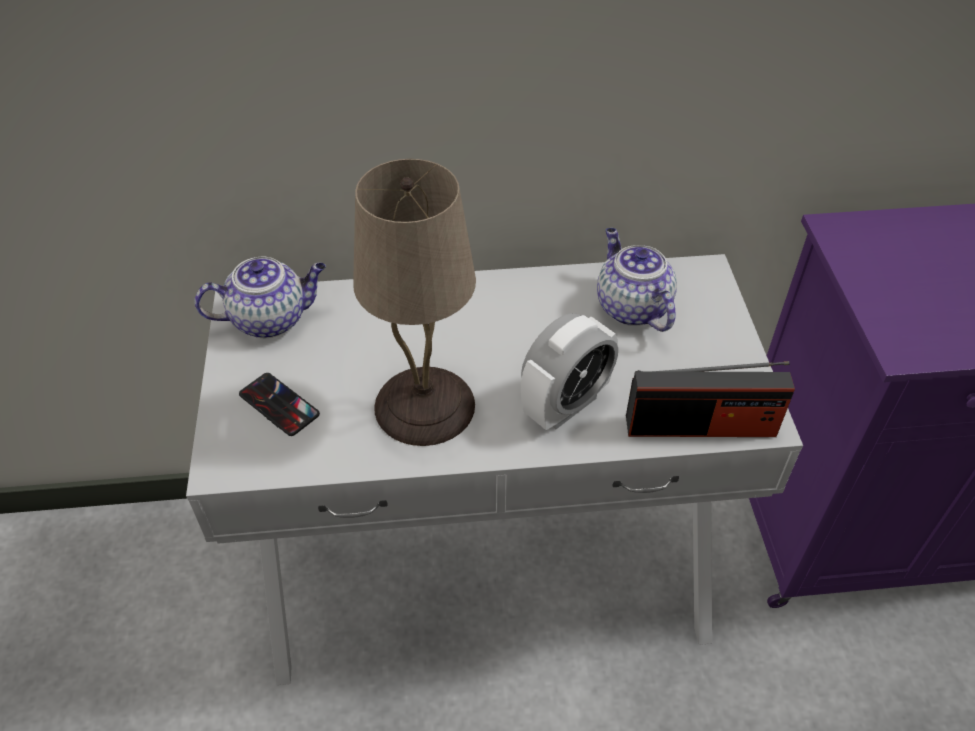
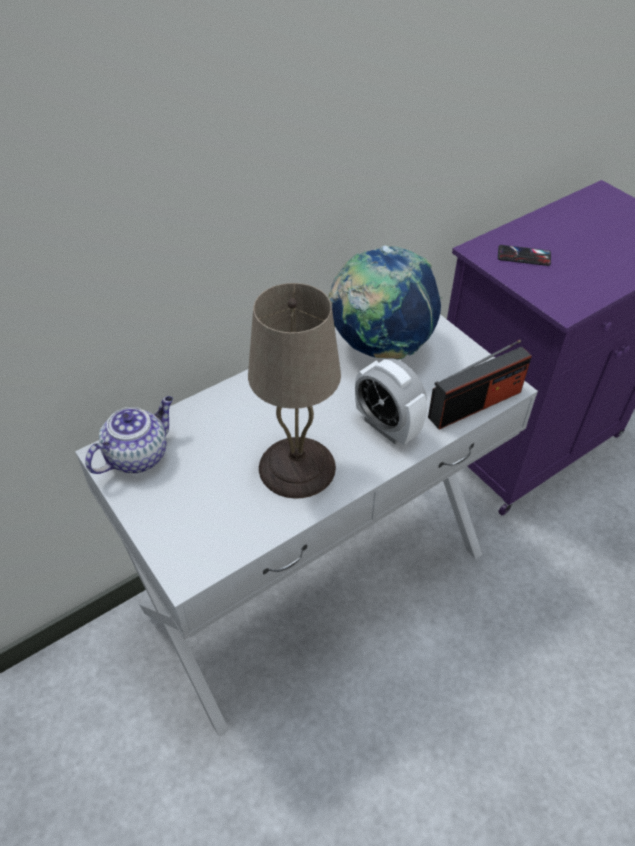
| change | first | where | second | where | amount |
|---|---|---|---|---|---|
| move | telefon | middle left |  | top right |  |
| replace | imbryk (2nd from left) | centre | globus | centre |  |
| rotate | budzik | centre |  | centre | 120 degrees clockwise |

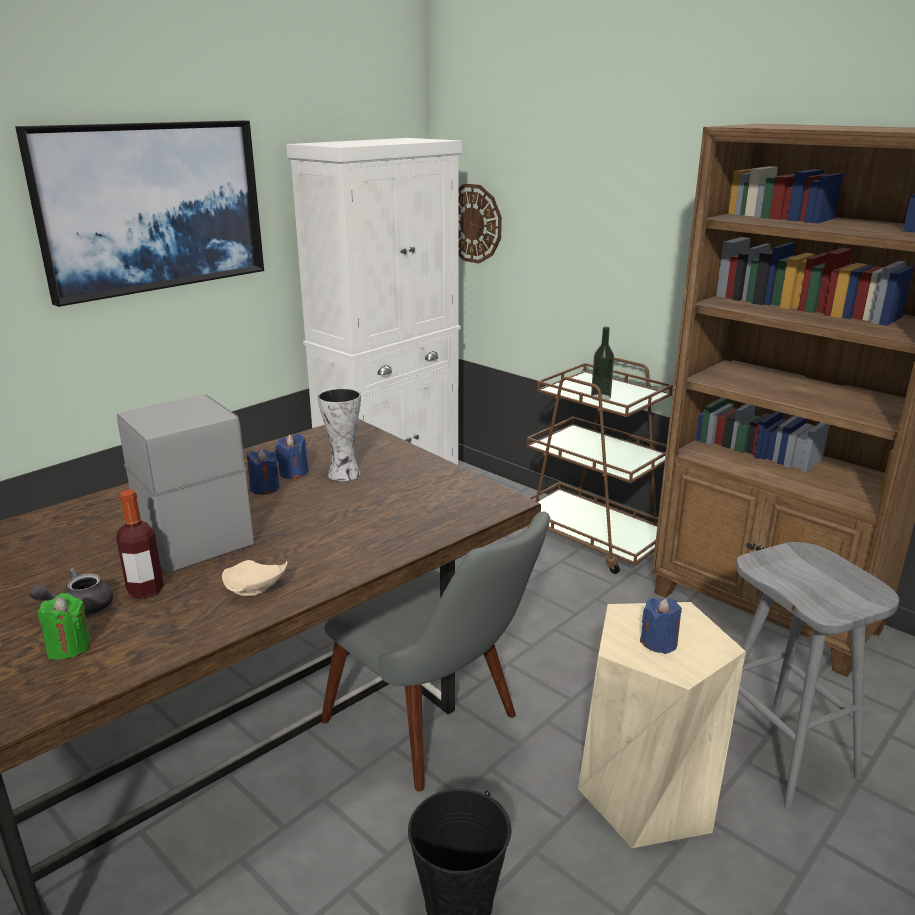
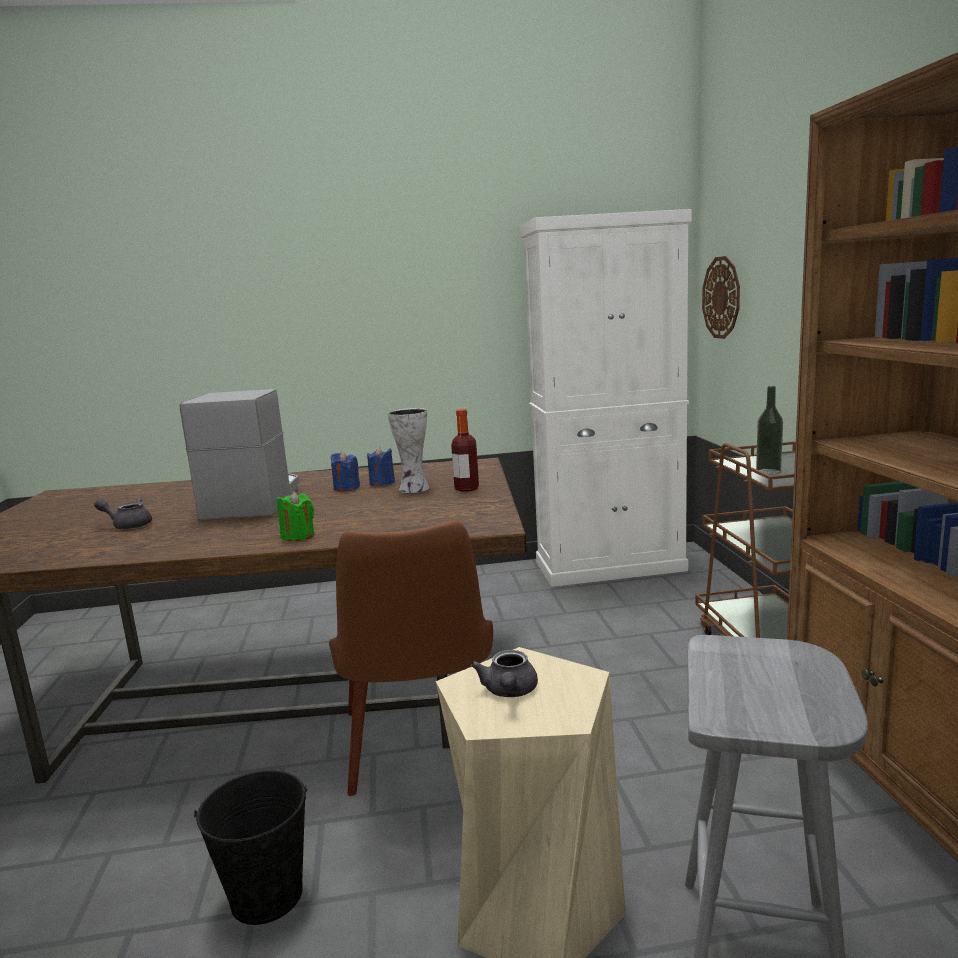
| change | first | where | second | where | amount |
|---|---|---|---|---|---|
| delete | obraz | top left |  |  |  |
| delete | talerz/beżowy | middle left |  |  |  |
| move | świeca/zielony | bottom left |  | middle left |  |
| move | butelka (1st from left) | middle left |  | centre |  |
| replace | świeca/niebieski (3rd from left) | bottom right | imbryk/szary (2nd from left) | bottom centre |  |
| recolor | krzesło/szary | bottom centre | krzesło/brązowy | bottom centre |  |

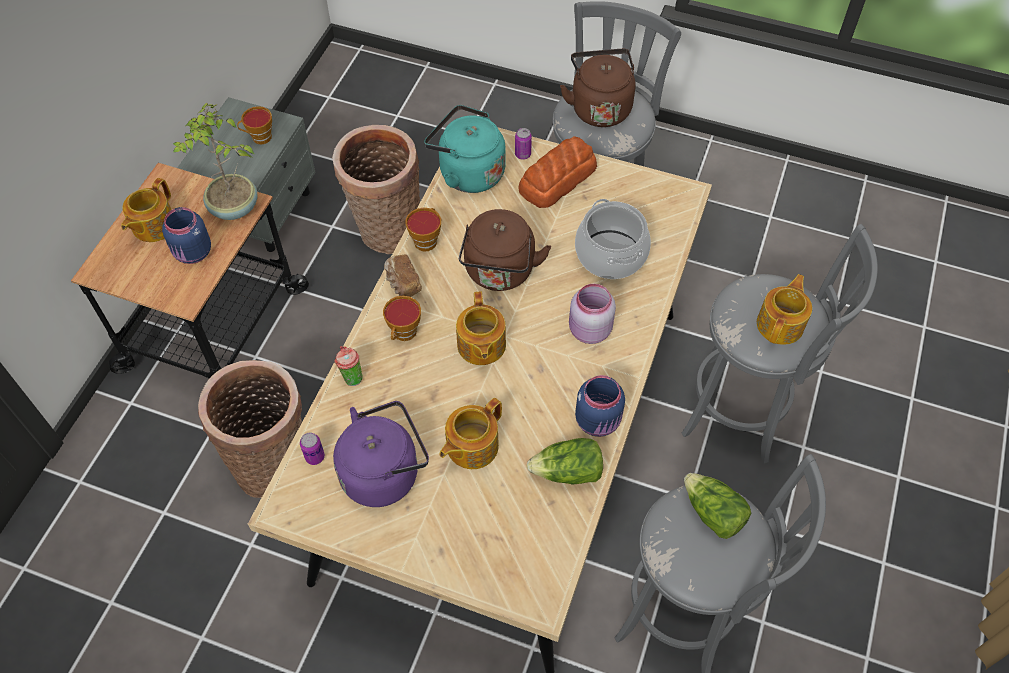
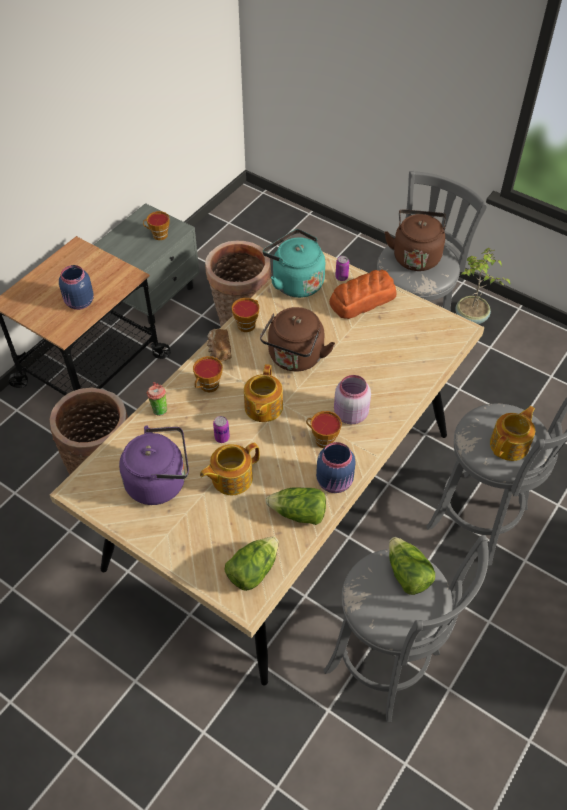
| change | first | where | second | where | amount |
|---|---|---|---|---|---|
| delete | imbryk (1st from left) | top left |  |  |  |
| delete | garnek | centre |  |  |  |
| insert |  |  | sałata (1st from left) | bottom centre |  |
| insert |  |  | filiżanka (5th from left) | centre |  |
| move | roślina doniczkowa | top left |  | middle right |  |
| move | puszka (1st from left) | middle left |  | centre |  |

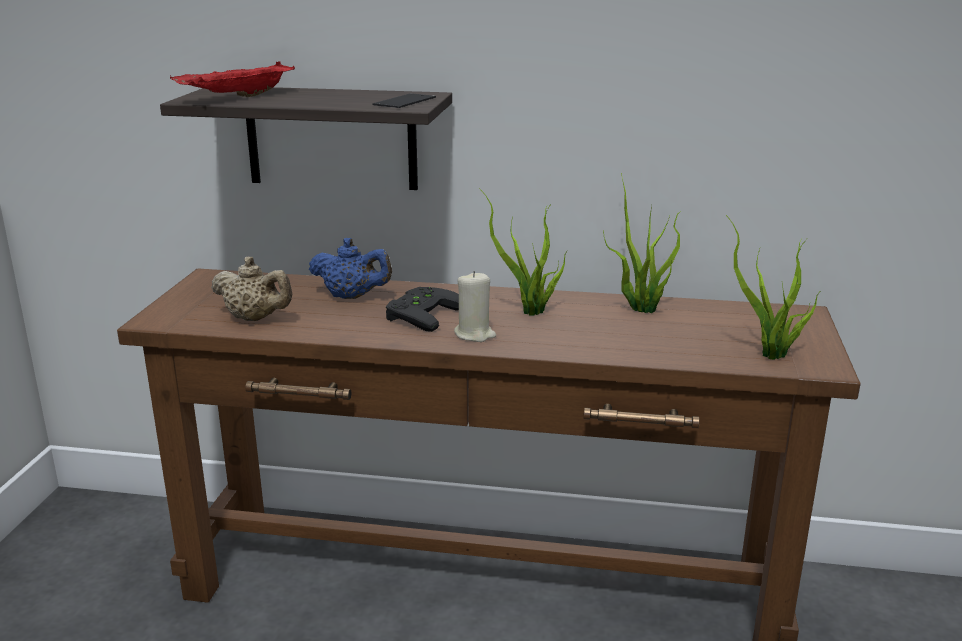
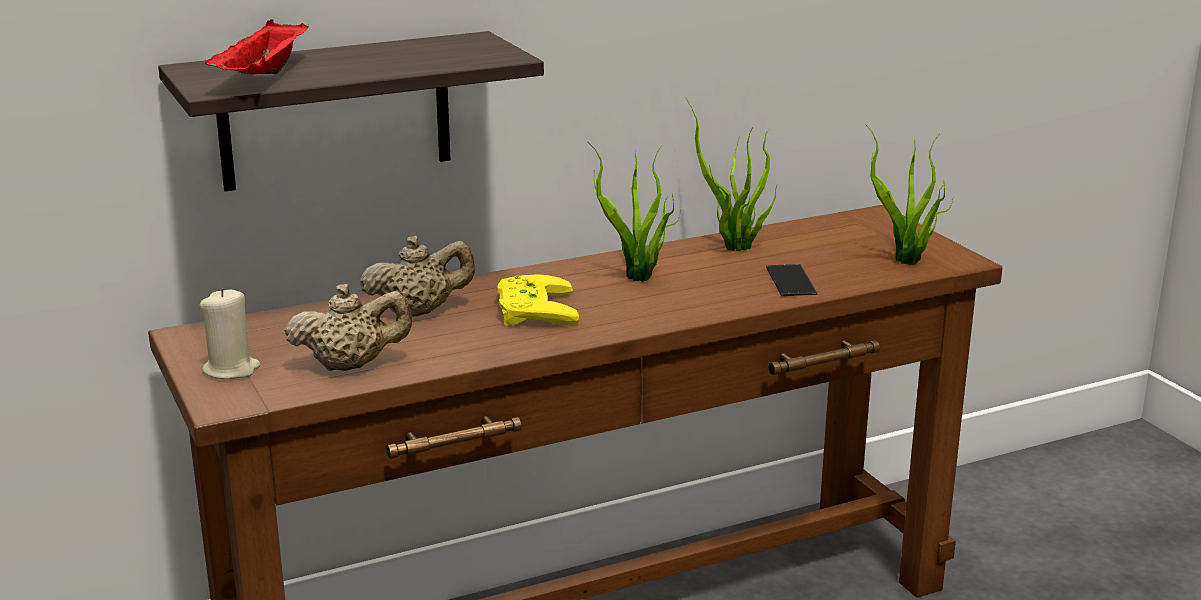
| change | first | where | second | where | amount |
|---|---|---|---|---|---|
| move | telefon | top centre |  | centre |  |
| move | świeca/beżowy | centre |  | middle left |  |
| recolor | imbryk/niebieski | centre | imbryk/beżowy (2nd from left) | centre |  |
| recolor | pad do gier/czarny | centre | pad do gier/żółty | centre |  |

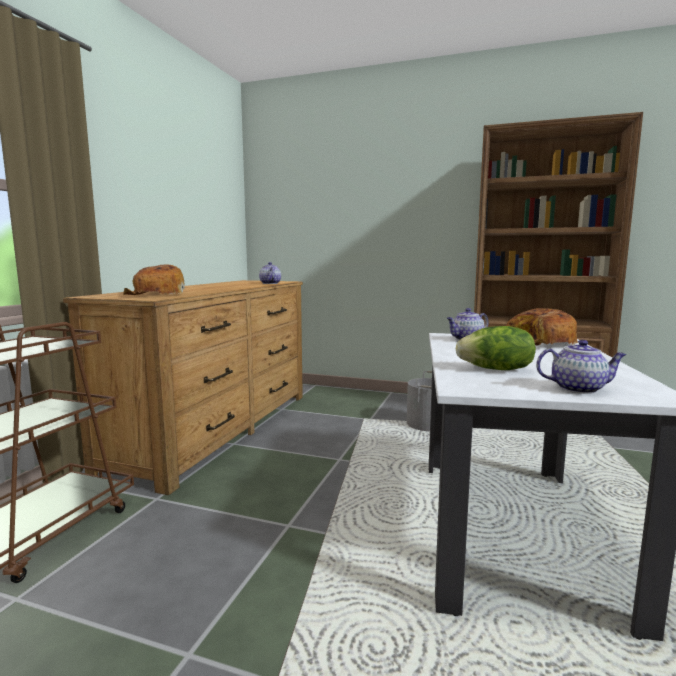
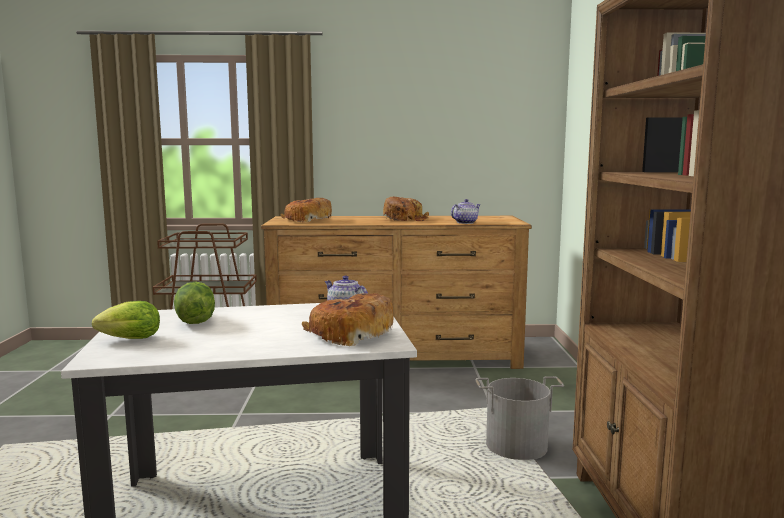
| change | first | where | second | where | amount |
|---|---|---|---|---|---|
| insert |  |  | chleb (3rd from left) | centre |  |
| replace | imbryk (3rd from left) | middle right | sałata (1st from left) | middle left |  |

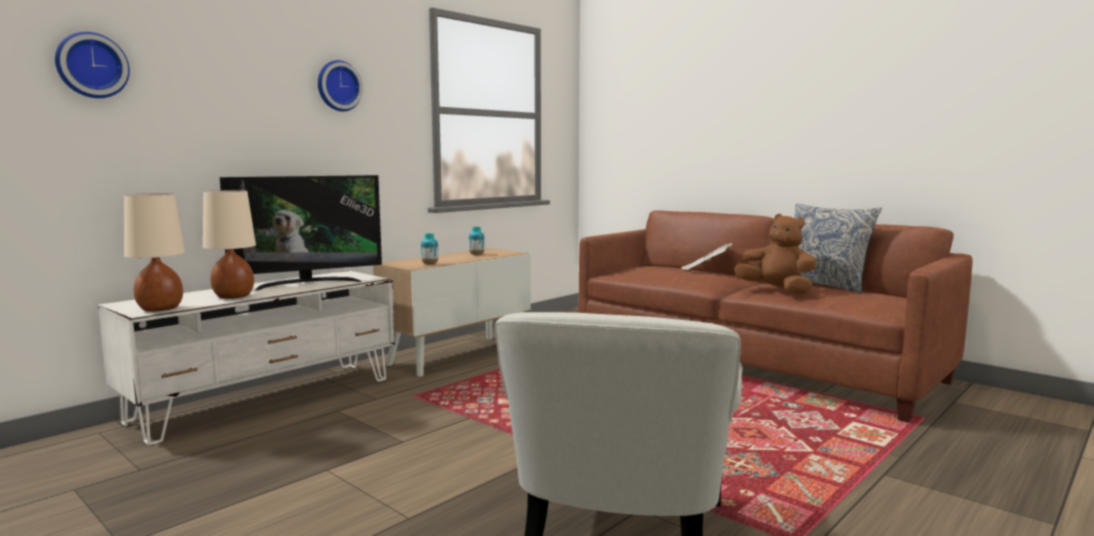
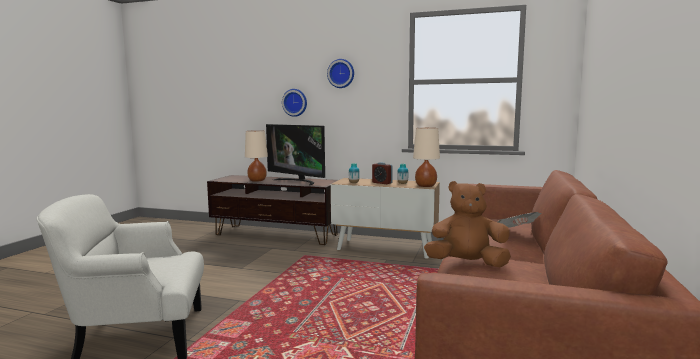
| change | first | where | second | where | amount |
|---|---|---|---|---|---|
| delete | poduszka | middle right |  |  |  |
| insert |  |  | budzik | centre |  |
| move | zegar ścienny (1st from left) | top left |  | top centre |  |
| move | lampa stołowa/beżowy (1st from left in the first image) | middle left | lampa stołowa/beżowy (2nd from left) | centre |  |
| recolor | szafka pod telewizor/biały | middle left | szafka pod telewizor/brązowy | centre |  |
| rotate | pluszak/brązowy | middle right |  | middle right | 105 degrees counterclockwise |

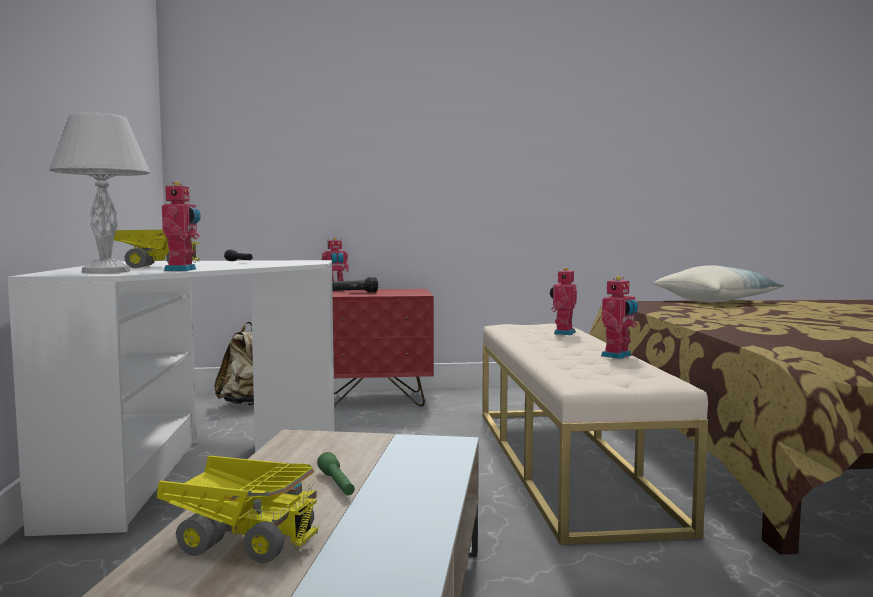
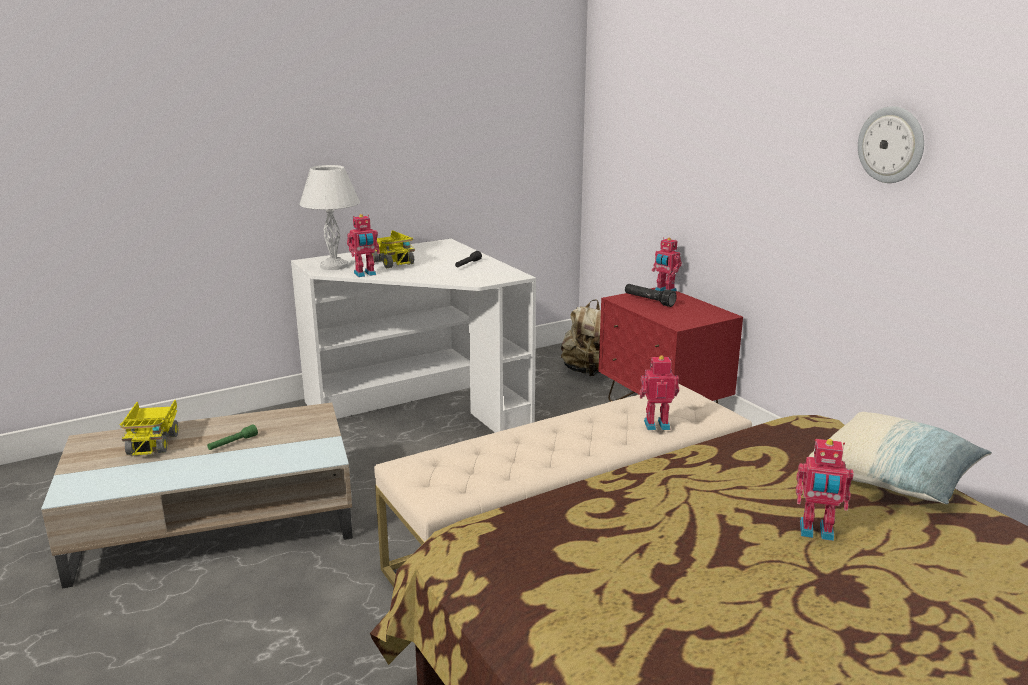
| change | first | where | second | where | amount |
|---|---|---|---|---|---|
| insert |  |  | zegar ścienny | top right |  |
| move | robot zabawkowy (4th from left) | middle right |  | bottom right |  |

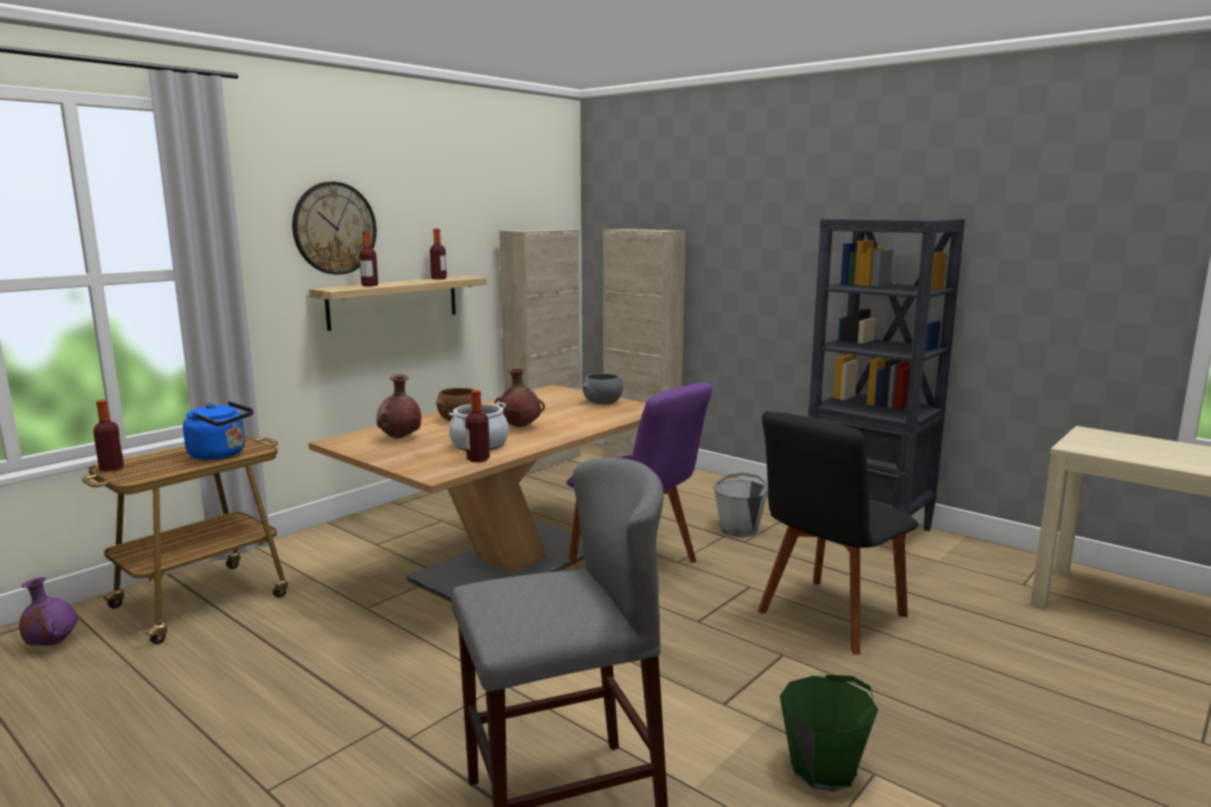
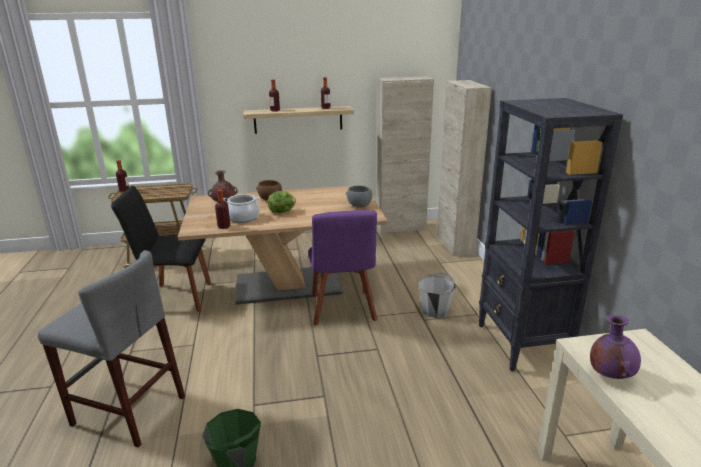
| change | first | where | second | where | amount |
|---|---|---|---|---|---|
| delete | czajnik/niebieski | middle left |  |  |  |
| delete | zegar ścienny | top left |  |  |  |
| move | wazon/fioletowy | bottom left |  | bottom right |  |
| move | krzesło/czarny | middle right |  | middle left |  |
| replace | wazon/brązowy (2nd from left) | centre | sałata | centre |  |

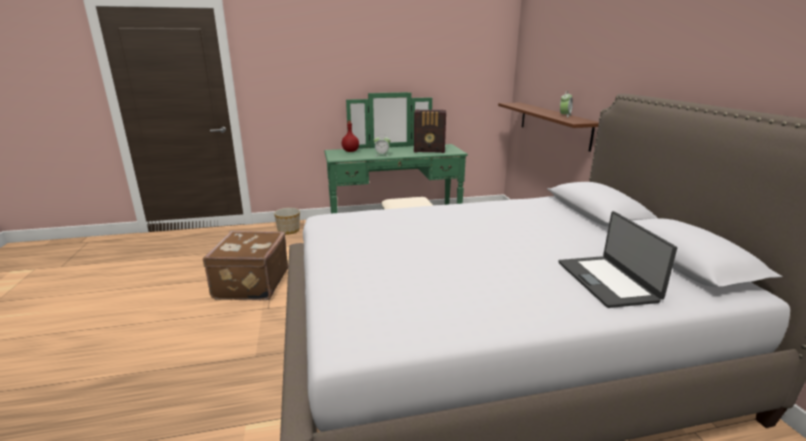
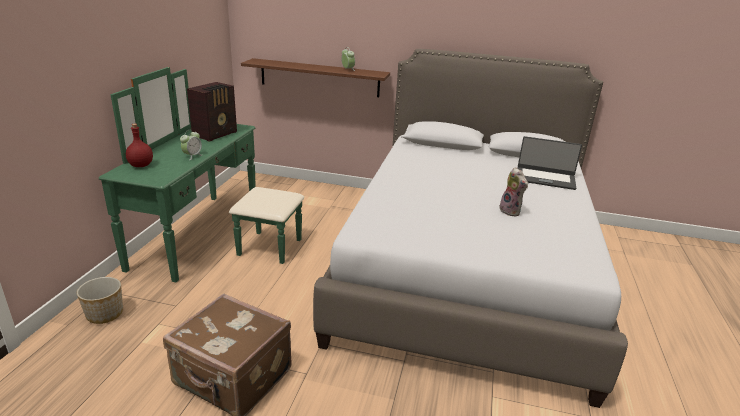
| change | first | where | second | where | amount |
|---|---|---|---|---|---|
| insert |  |  | pluszak | middle right |  |

